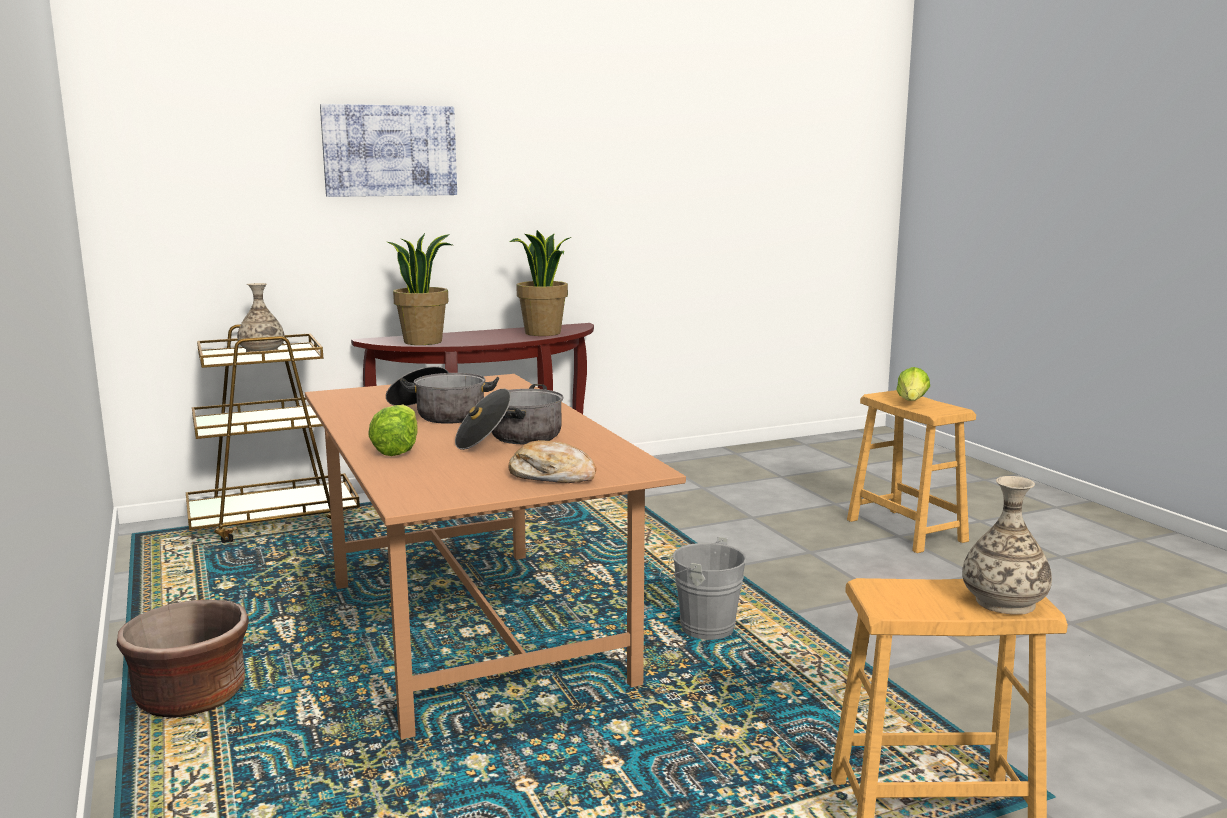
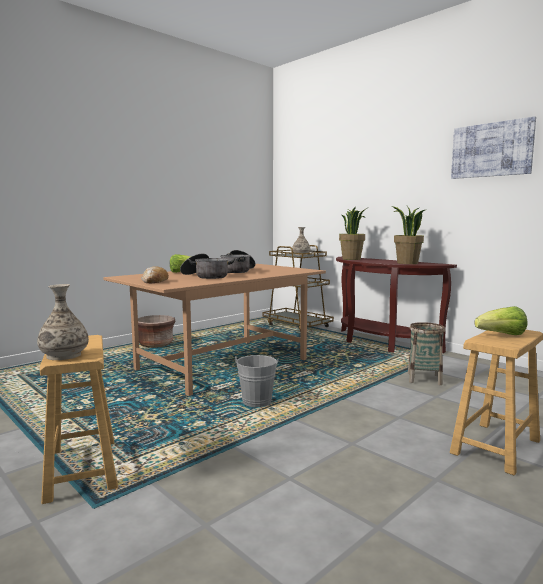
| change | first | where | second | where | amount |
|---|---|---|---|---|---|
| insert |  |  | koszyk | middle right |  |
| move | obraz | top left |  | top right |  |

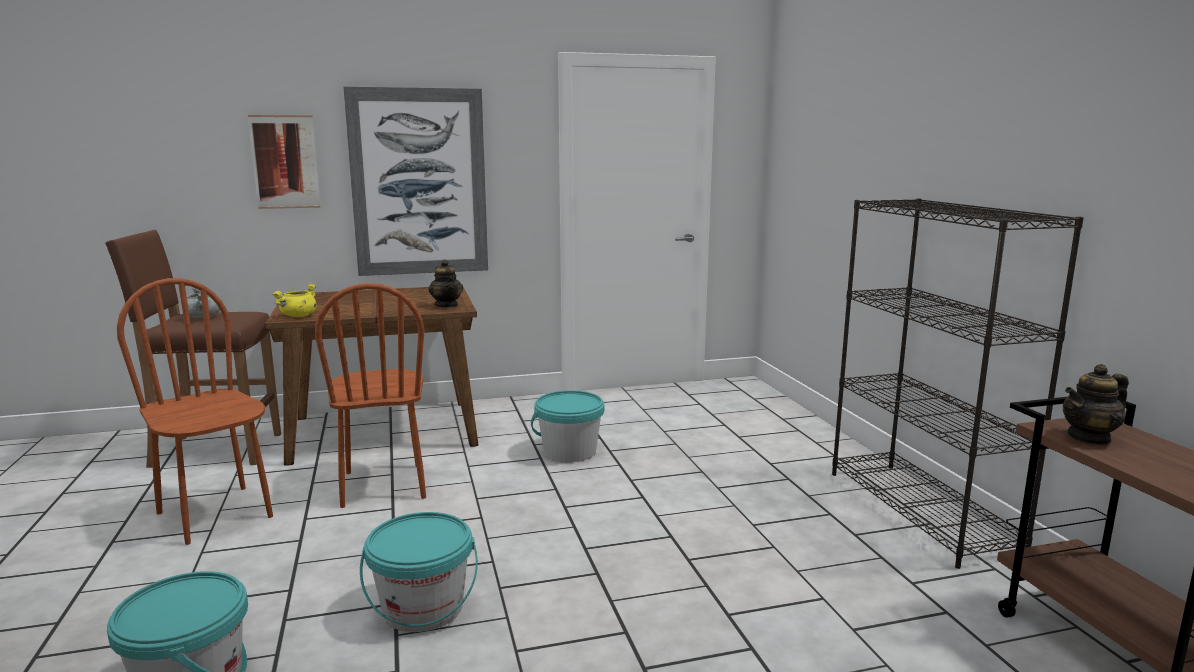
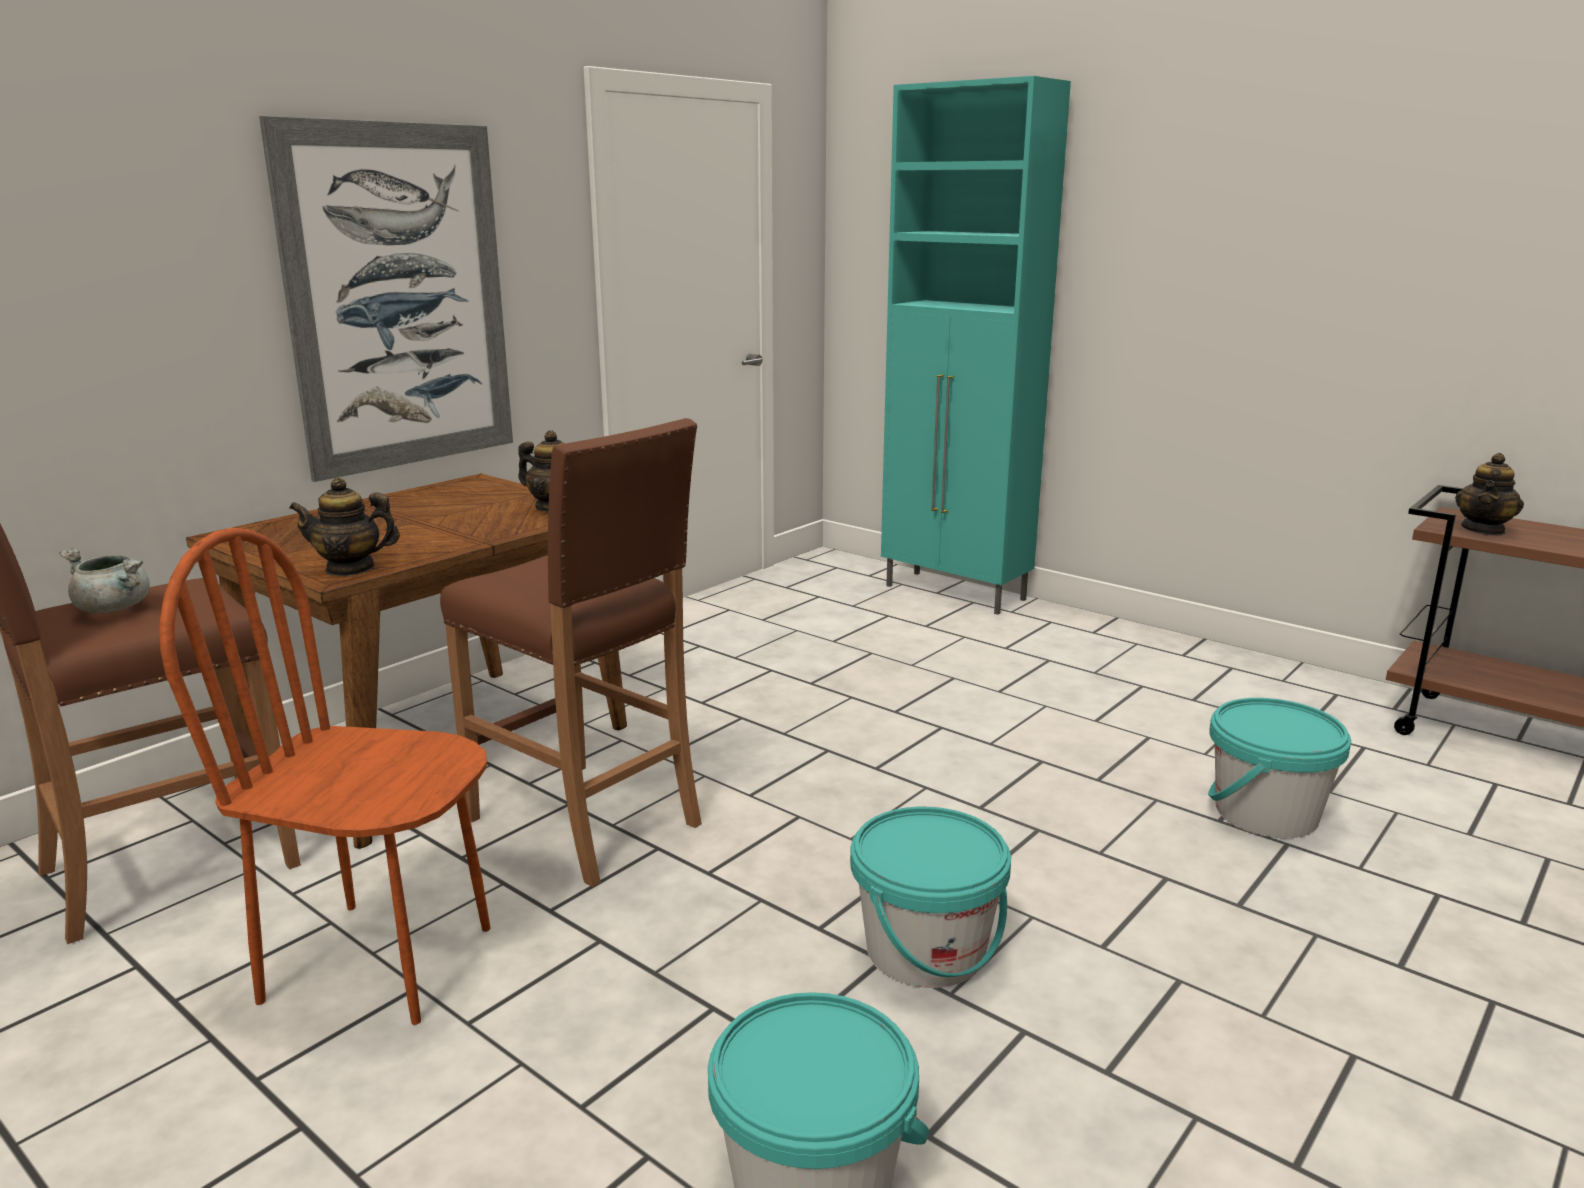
| change | first | where | second | where | amount |
|---|---|---|---|---|---|
| delete | obraz (1st from left) | top left |  |  |  |
| delete | regał/czarny | middle right |  |  |  |
| insert |  |  | szafka/turkusowy | top centre |  |
| move | wiadro/turkusowy (3rd from left) | centre |  | middle right |  |
| replace | garnek/żółty | middle left | imbryk (1st from left) | middle left |  |
| replace | krzesło/brązowy (2nd from left) | middle left | stołek/brązowy (2nd from left) | centre |  |

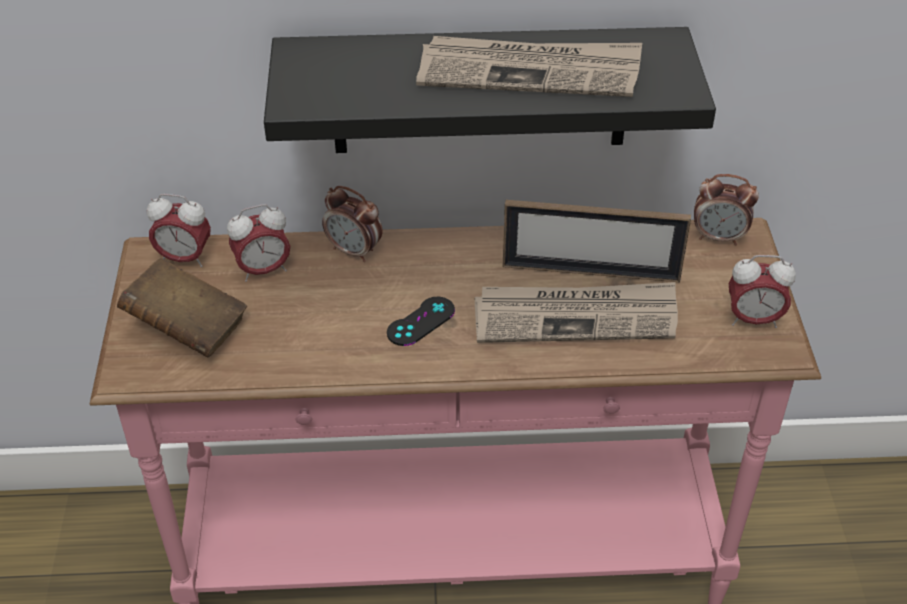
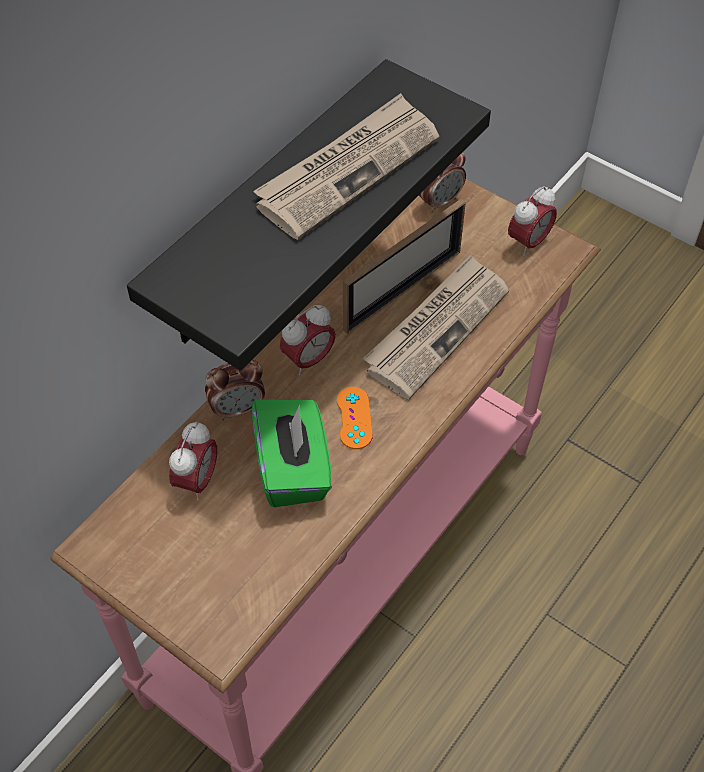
| change | first | where | second | where | amount |
|---|---|---|---|---|---|
| delete | książka/brązowy | middle left |  |  |  |
| insert |  |  | pudełko chusteczek/zielony | centre |  |
| move | budzik (1st from left in the first image) | middle left | budzik (3rd from left) | centre |  |
| recolor | pad do gier/czarny | centre | pad do gier/pomarańczowy | centre |  |

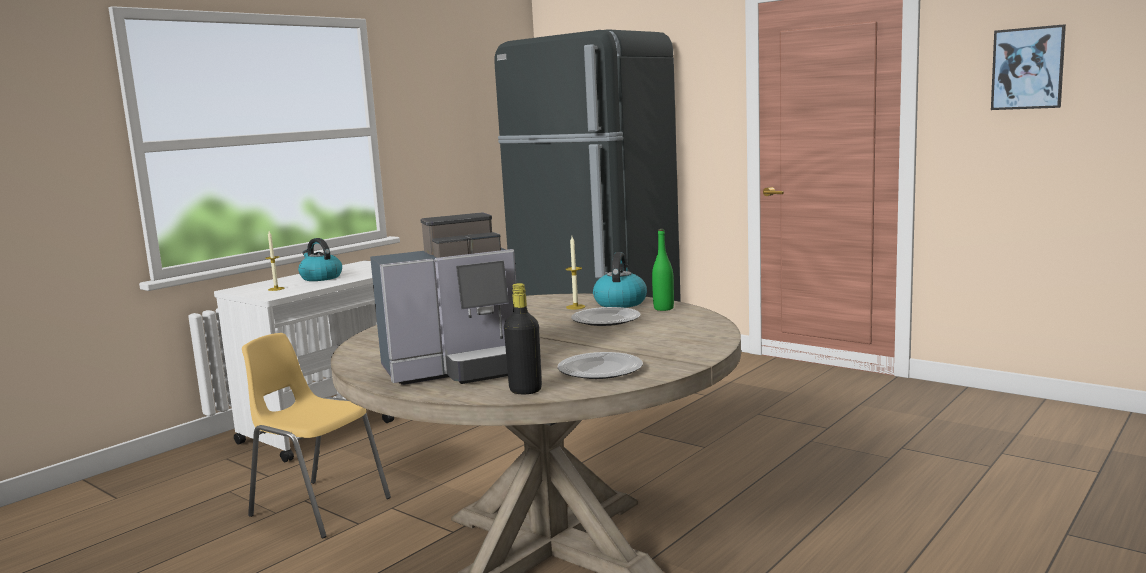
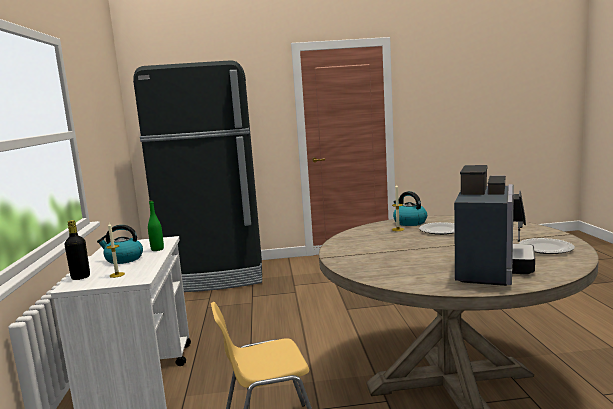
| change | first | where | second | where | amount |
|---|---|---|---|---|---|
| delete | obraz | top right |  |  |  |
| move | butelka/czarny | centre |  | middle left |  |
| move | butelka/zielony | centre |  | middle left |  |

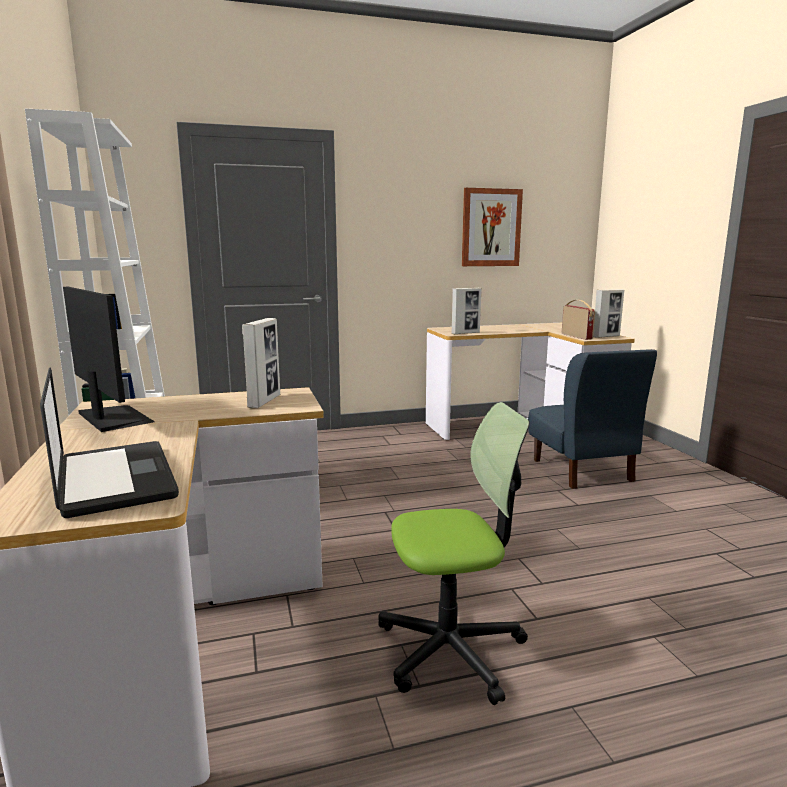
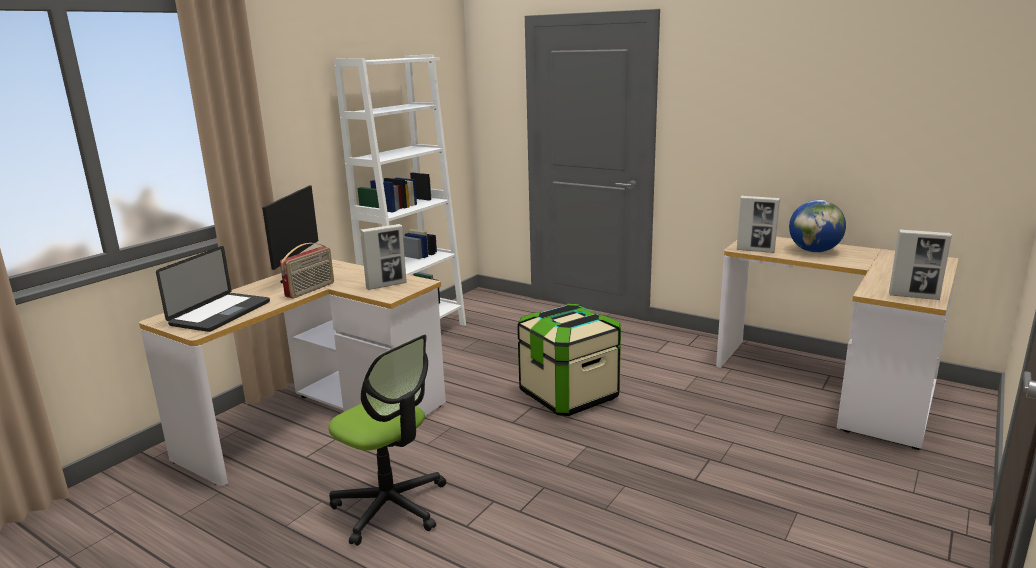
| change | first | where | second | where | amount |
|---|---|---|---|---|---|
| delete | obraz | top centre |  |  |  |
| delete | krzesło/niebieski | middle right |  |  |  |
| insert |  |  | pojemnik do przechowywania | centre |  |
| insert |  |  | globus | middle right |  |
| move | radio | middle right |  | middle left |  |

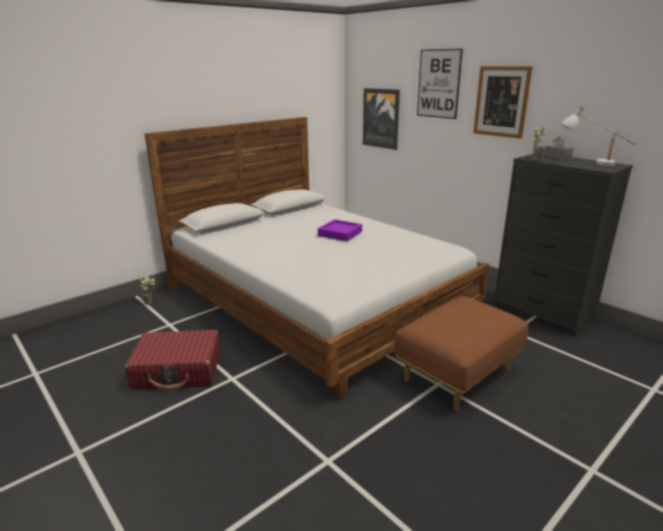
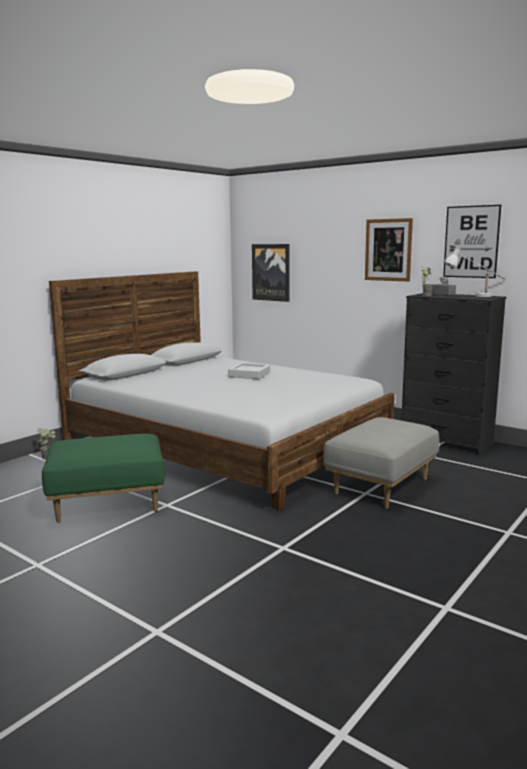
| change | first | where | second | where | amount |
|---|---|---|---|---|---|
| move | obraz (2nd from left in the first image) | top centre | obraz (3rd from left) | top right |  |
| replace | walizka/czerwony | bottom left | pufa/zielony | middle left |  |
| recolor | taca/fioletowy | centre | taca/szary | centre |  |
| recolor | pufa/brązowy | bottom right | pufa/szary | middle right |  |

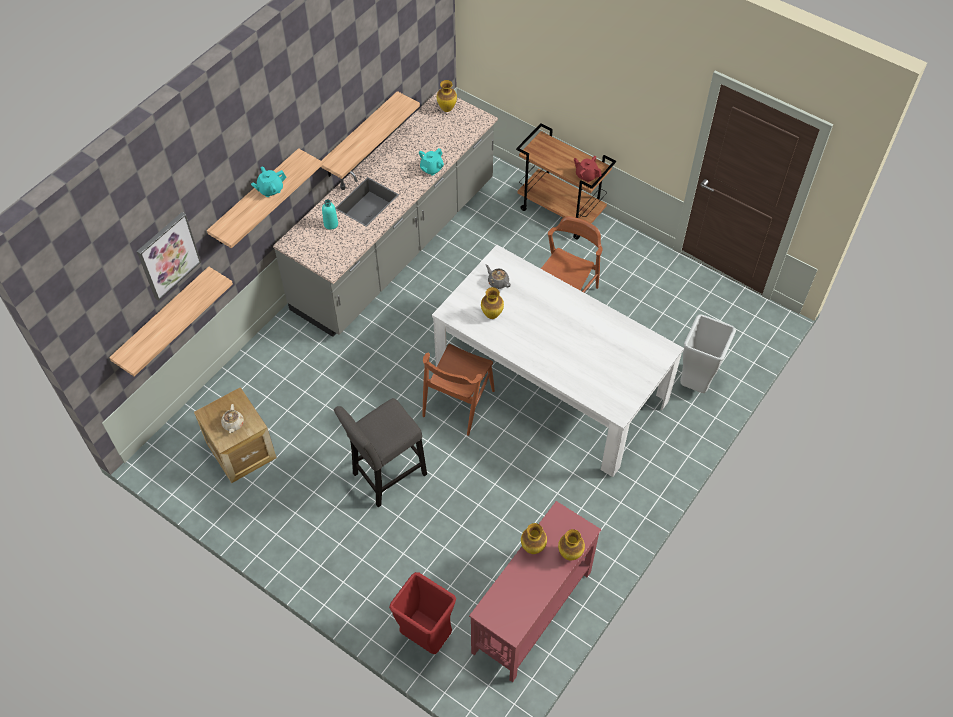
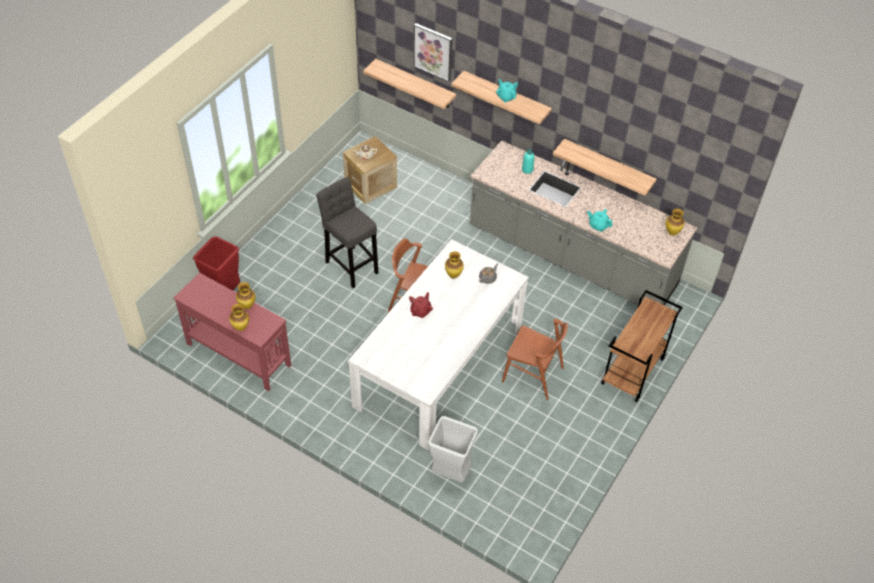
| change | first | where | second | where | amount |
|---|---|---|---|---|---|
| move | imbryk/czerwony | top centre |  | centre |  |

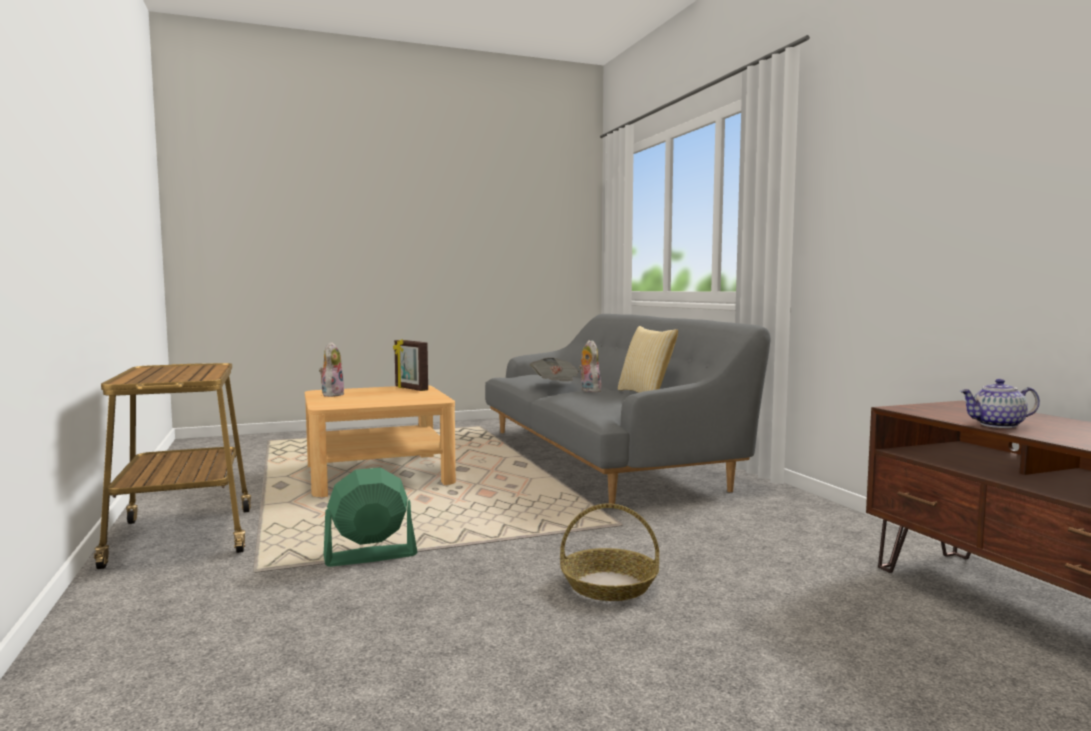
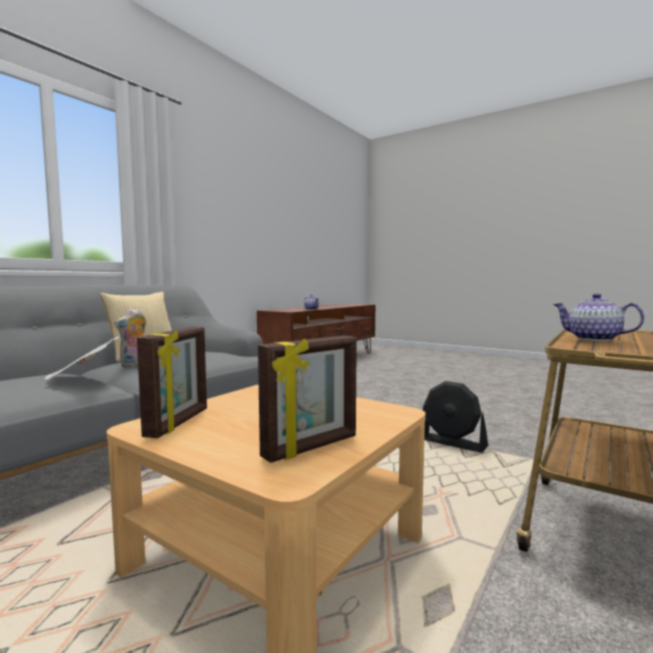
| change | first | where | second | where | amount |
|---|---|---|---|---|---|
| delete | koszyk | bottom centre |  |  |  |
| insert |  |  | imbryk (2nd from left) | middle right |  |
| replace | pluszak (1st from left) | middle left | ramka na zdjęcie (2nd from left) | centre |  |
| recolor | wentylator/zielony | bottom centre | wentylator/czarny | middle right |  |

